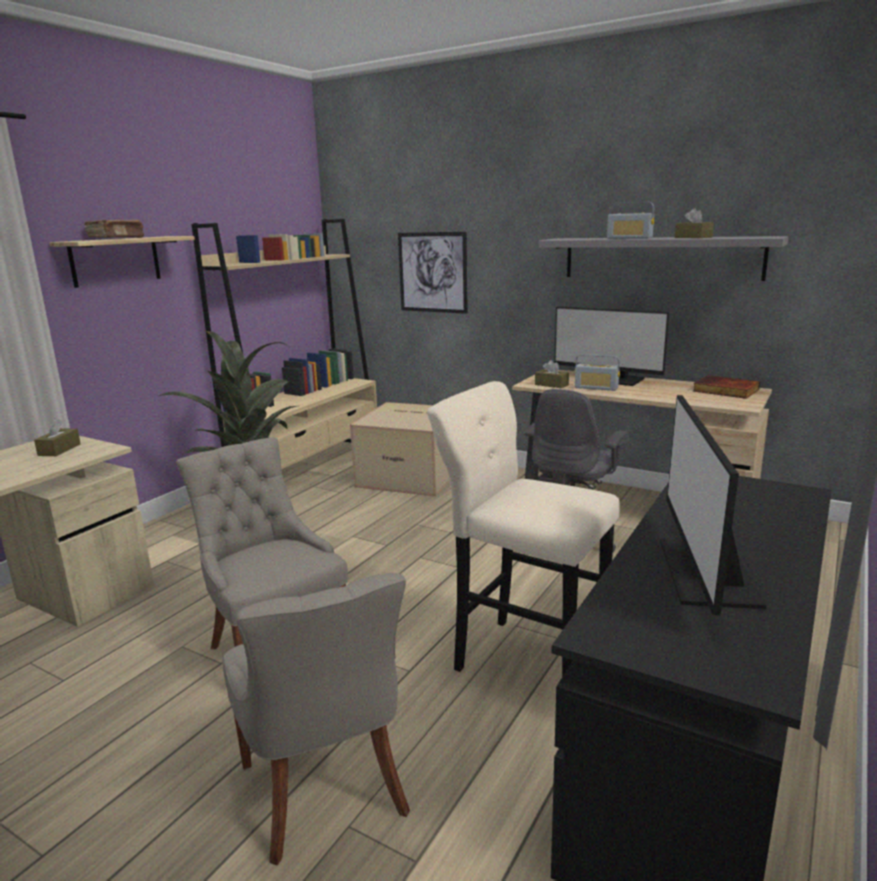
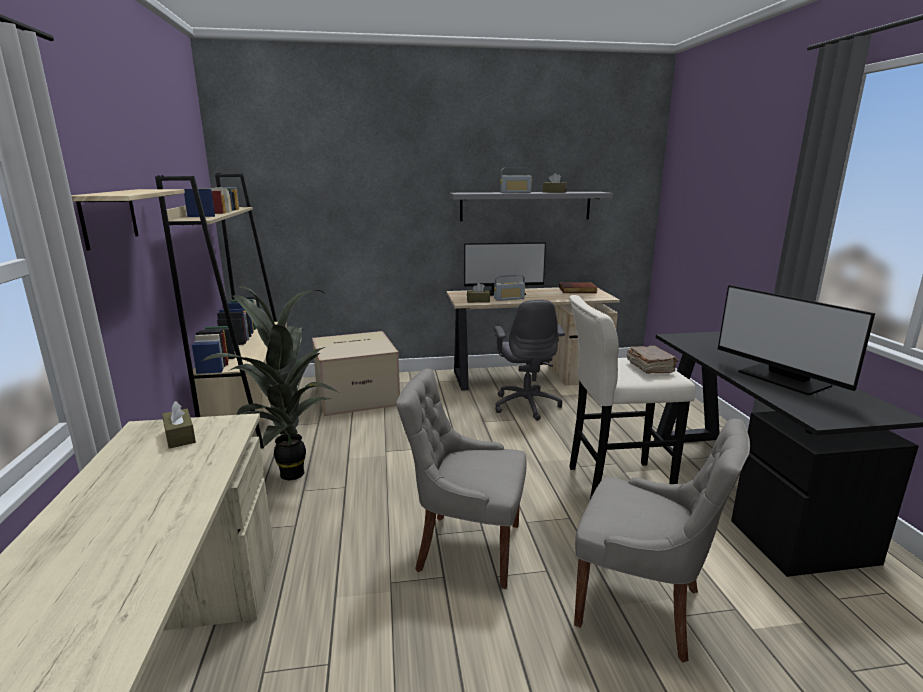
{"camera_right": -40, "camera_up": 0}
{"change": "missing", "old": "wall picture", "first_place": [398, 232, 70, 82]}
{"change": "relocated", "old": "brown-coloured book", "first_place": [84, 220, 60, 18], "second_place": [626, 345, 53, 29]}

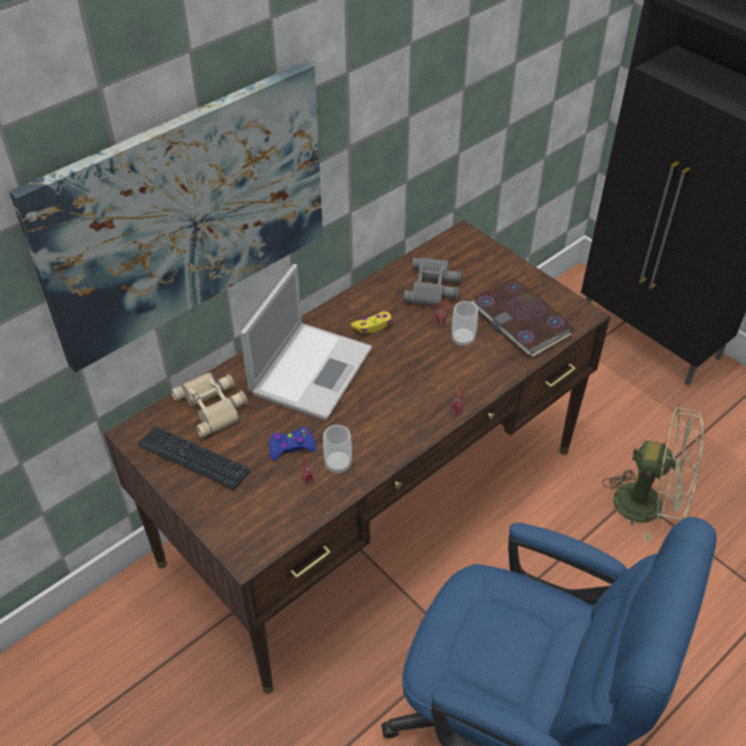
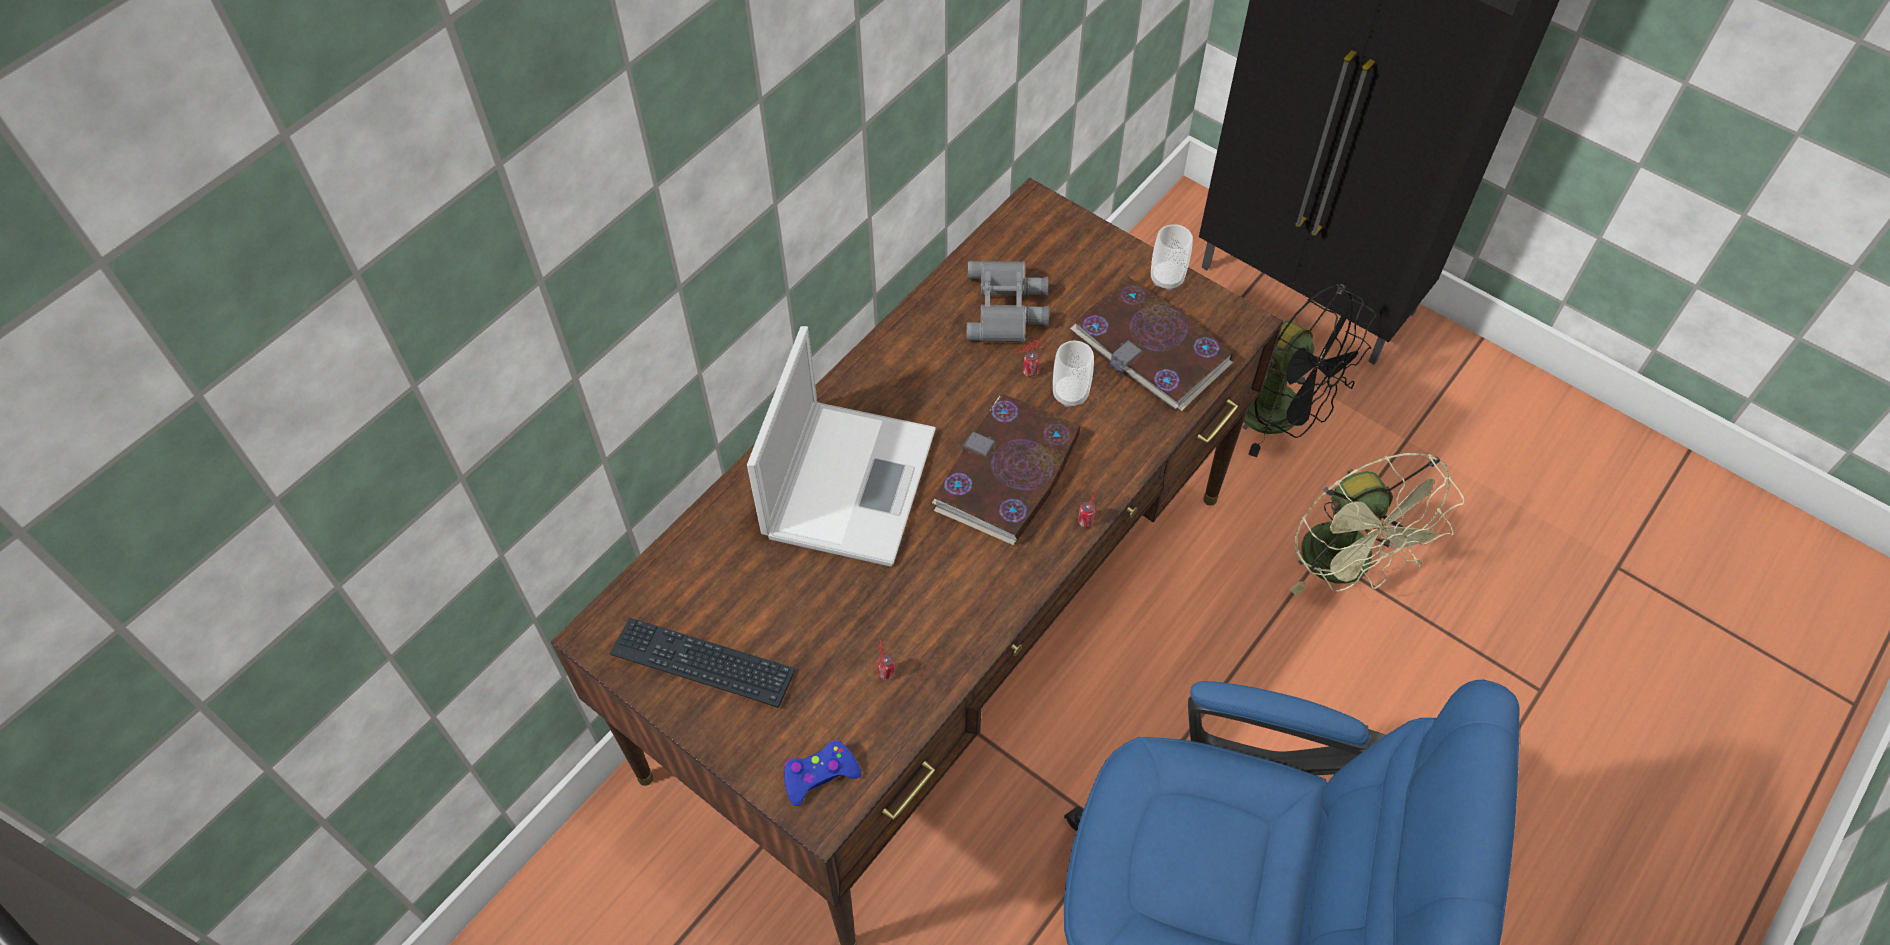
{"camera_right": -10, "camera_up": 10}
{"change": "missing", "old": "wall picture", "first_place": [9, 61, 314, 312]}
{"change": "missing", "old": "beige-coloured field glasses", "first_place": [171, 372, 77, 66]}
{"change": "missing", "old": "yellow joypad", "first_place": [350, 312, 42, 22]}
{"change": "appeared", "new": "book", "second_place": [932, 394, 148, 151]}
{"change": "appeared", "new": "blackish cooling fan", "second_place": [1242, 284, 134, 173]}
{"change": "relocated", "old": "bluish joypad", "first_place": [269, 427, 47, 34], "second_place": [784, 740, 77, 66]}
{"change": "relocated", "old": "small cup", "first_place": [323, 425, 29, 49], "second_place": [1151, 224, 42, 67]}
{"change": "spun", "old": "greenish cooling fan", "first_place": [602, 405, 101, 137], "second_place": [1290, 453, 175, 143], "degrees": 60}

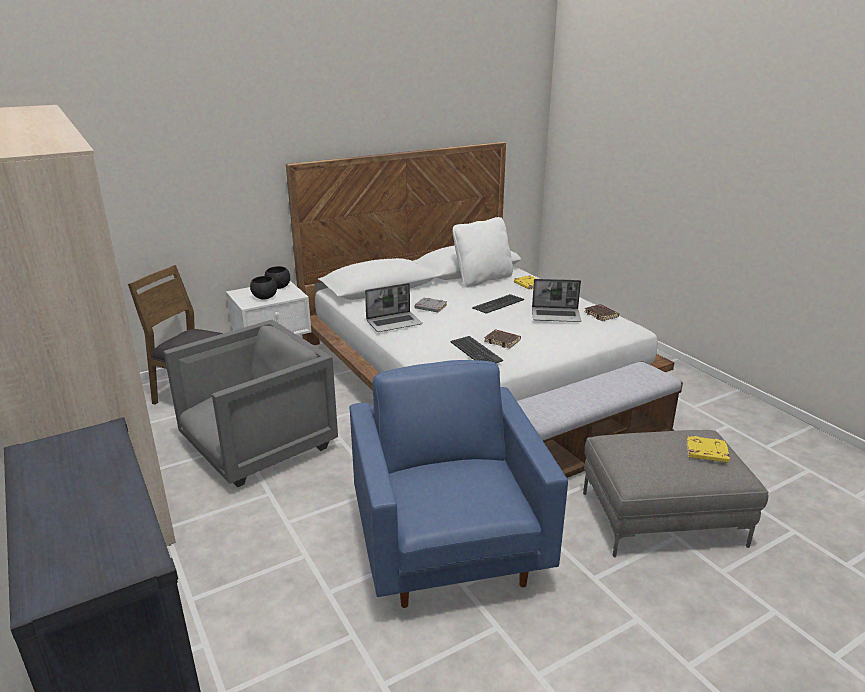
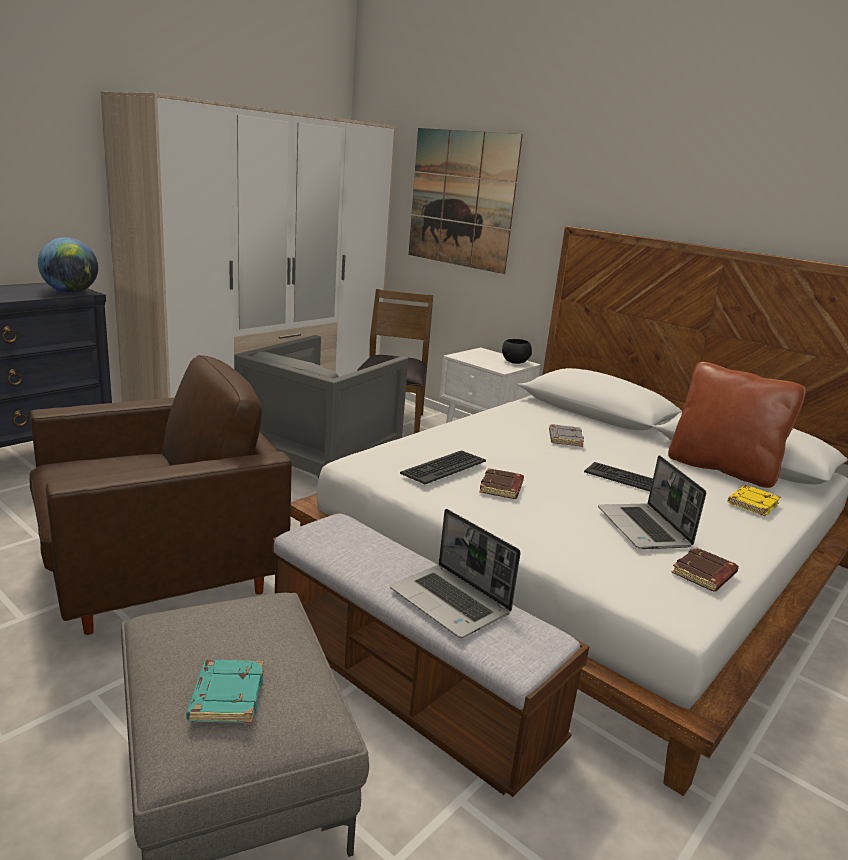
{"camera_right": 70, "camera_up": -5}
{"change": "missing", "old": "blackish deep dish", "first_place": [250, 276, 27, 23]}
{"change": "appeared", "new": "world globe", "second_place": [38, 237, 60, 56]}
{"change": "appeared", "new": "wall picture", "second_place": [408, 128, 115, 146]}
{"change": "relocated", "old": "notebook computer", "first_place": [365, 283, 57, 49], "second_place": [390, 509, 131, 129]}
{"change": "colour", "old": "bluish easy chair", "new": "brown-coloured easy chair", "first_place": [349, 360, 219, 248], "second_place": [29, 355, 263, 280]}
{"change": "colour", "old": "white-coloured cushion", "new": "brown-coloured cushion", "first_place": [453, 217, 60, 71], "second_place": [668, 362, 138, 126]}
{"change": "colour", "old": "yellow book", "new": "blue-green book", "first_place": [686, 436, 44, 27], "second_place": [186, 660, 78, 63]}
{"change": "spun", "old": "gray easy chair", "first_place": [163, 320, 175, 167], "second_place": [234, 335, 174, 144], "degrees": 90}

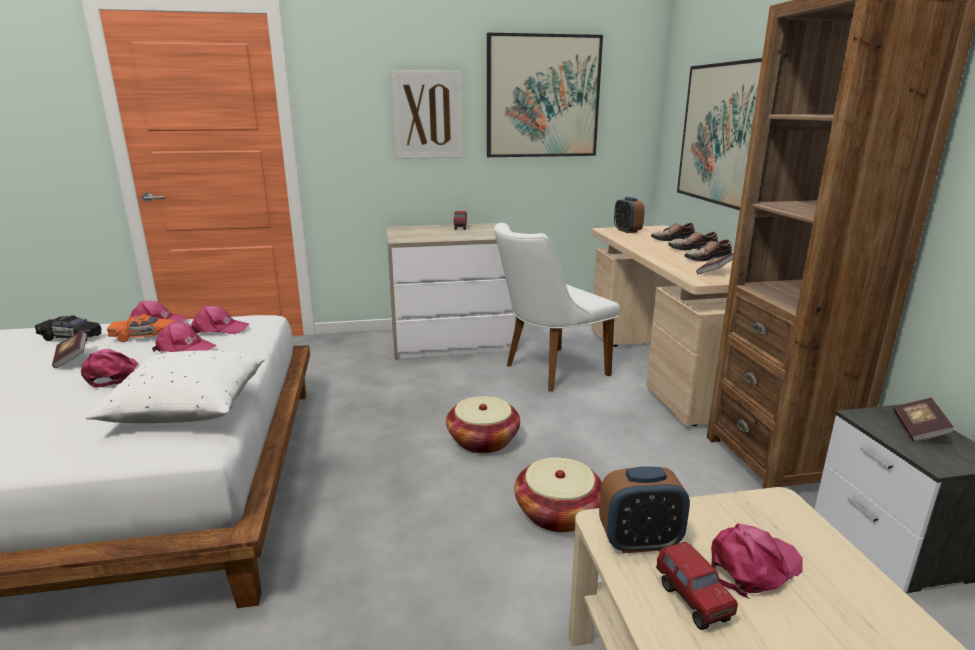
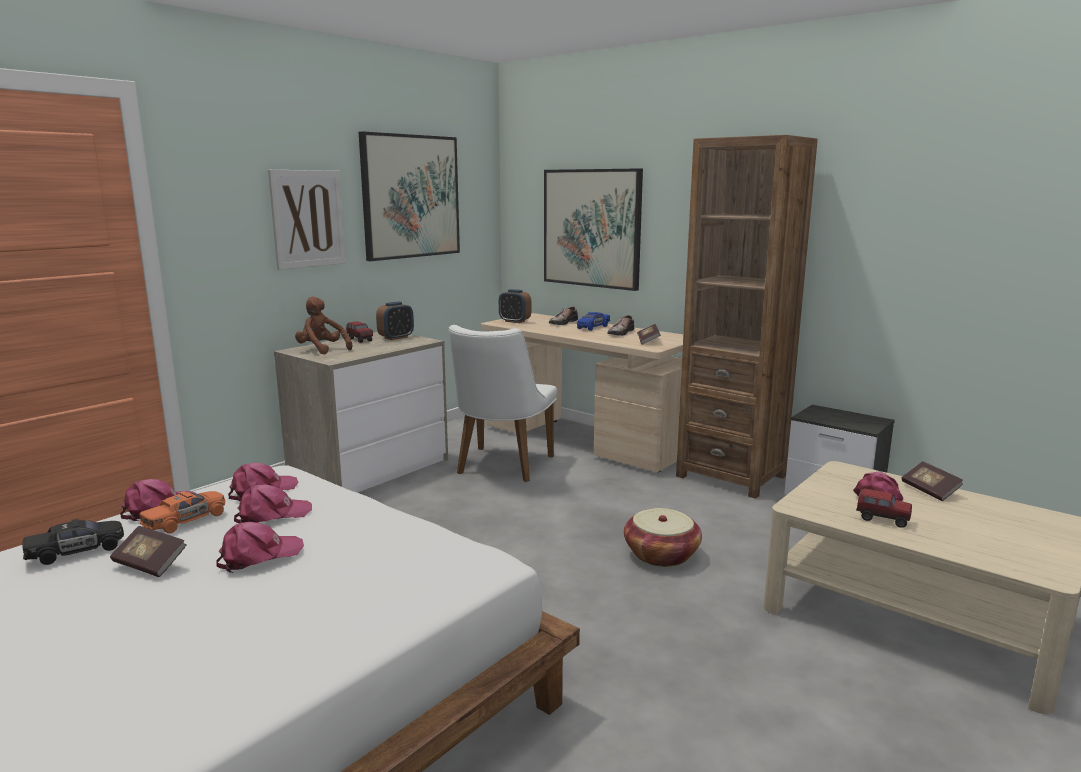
{"camera_right": -40, "camera_up": -5}
{"change": "missing", "old": "white-coloured cushion", "first_place": [86, 351, 179, 72]}
{"change": "missing", "old": "storage basket", "first_place": [446, 396, 74, 58]}
{"change": "appeared", "new": "brown-coloured plush toy", "second_place": [295, 297, 57, 57]}
{"change": "relocated", "old": "bedside clock", "first_place": [599, 466, 91, 87], "second_place": [376, 302, 38, 38]}
{"change": "relocated", "old": "book", "first_place": [894, 398, 61, 44], "second_place": [902, 461, 61, 40]}
{"change": "exchanged", "old": "shoe", "new": "bluish miniature car", "first_place": [668, 232, 50, 18], "second_place": [577, 312, 33, 19]}
{"change": "spun", "old": "pinkish peaked cap", "first_place": [81, 349, 58, 38], "second_place": [216, 522, 88, 51], "degrees": 105}

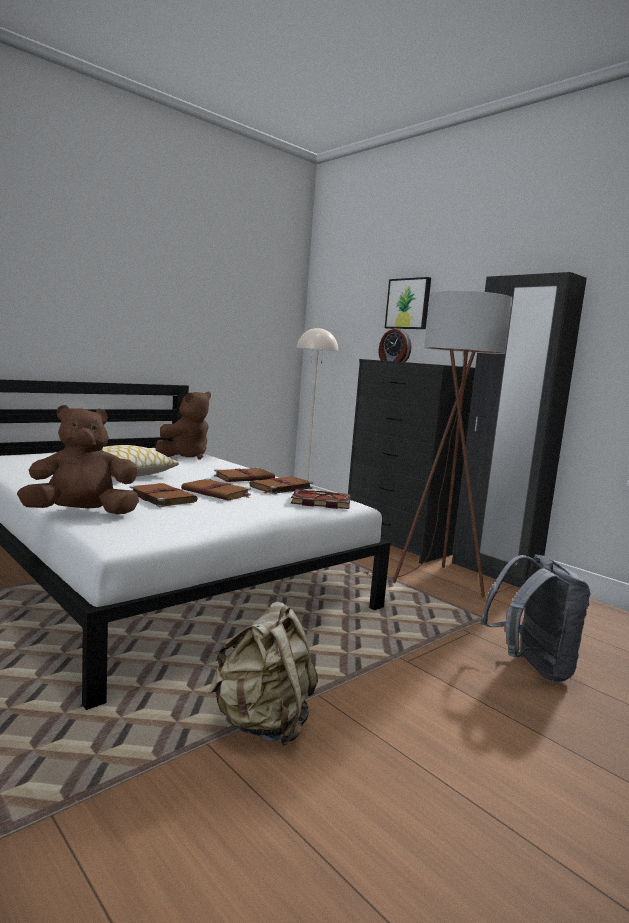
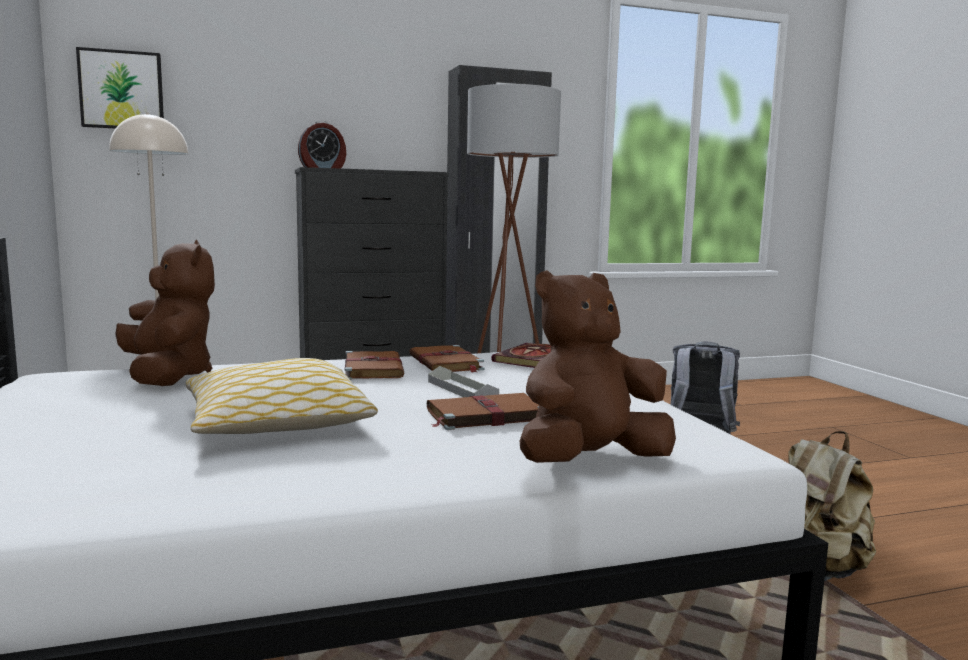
{"camera_right": -65, "camera_up": 0}
{"change": "relocated", "old": "wall picture", "first_place": [385, 277, 46, 52], "second_place": [76, 47, 88, 81]}
{"change": "exchanged", "old": "brown-coloured book", "new": "gray tray", "first_place": [181, 478, 70, 23], "second_place": [428, 366, 71, 31]}
{"change": "spun", "old": "brown-coloured plush toy", "first_place": [17, 405, 122, 110], "second_place": [520, 270, 156, 193], "degrees": 60}

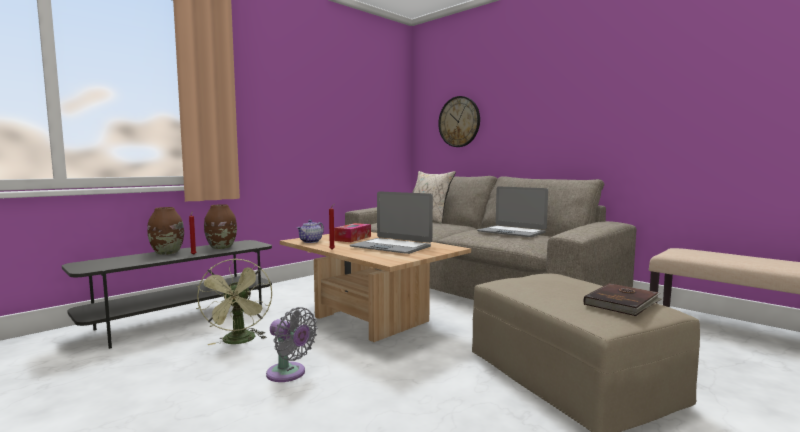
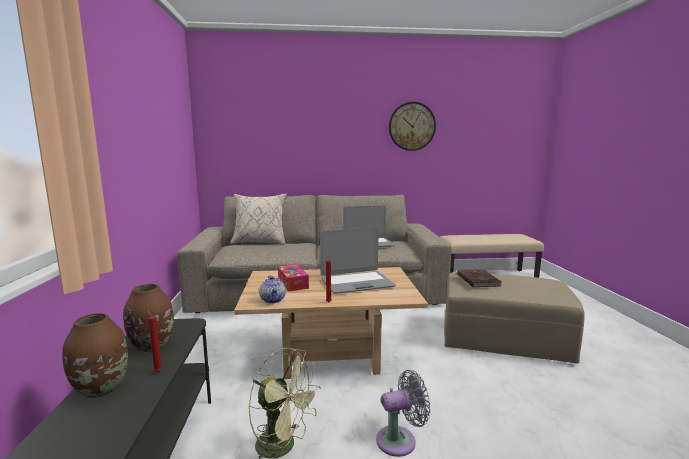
{"camera_right": -50, "camera_up": 5}
{"change": "relocated", "old": "clock on the wall", "first_place": [438, 96, 42, 51], "second_place": [389, 102, 47, 49]}
{"change": "relocated", "old": "brown-coloured book", "first_place": [584, 283, 79, 33], "second_place": [457, 269, 45, 18]}

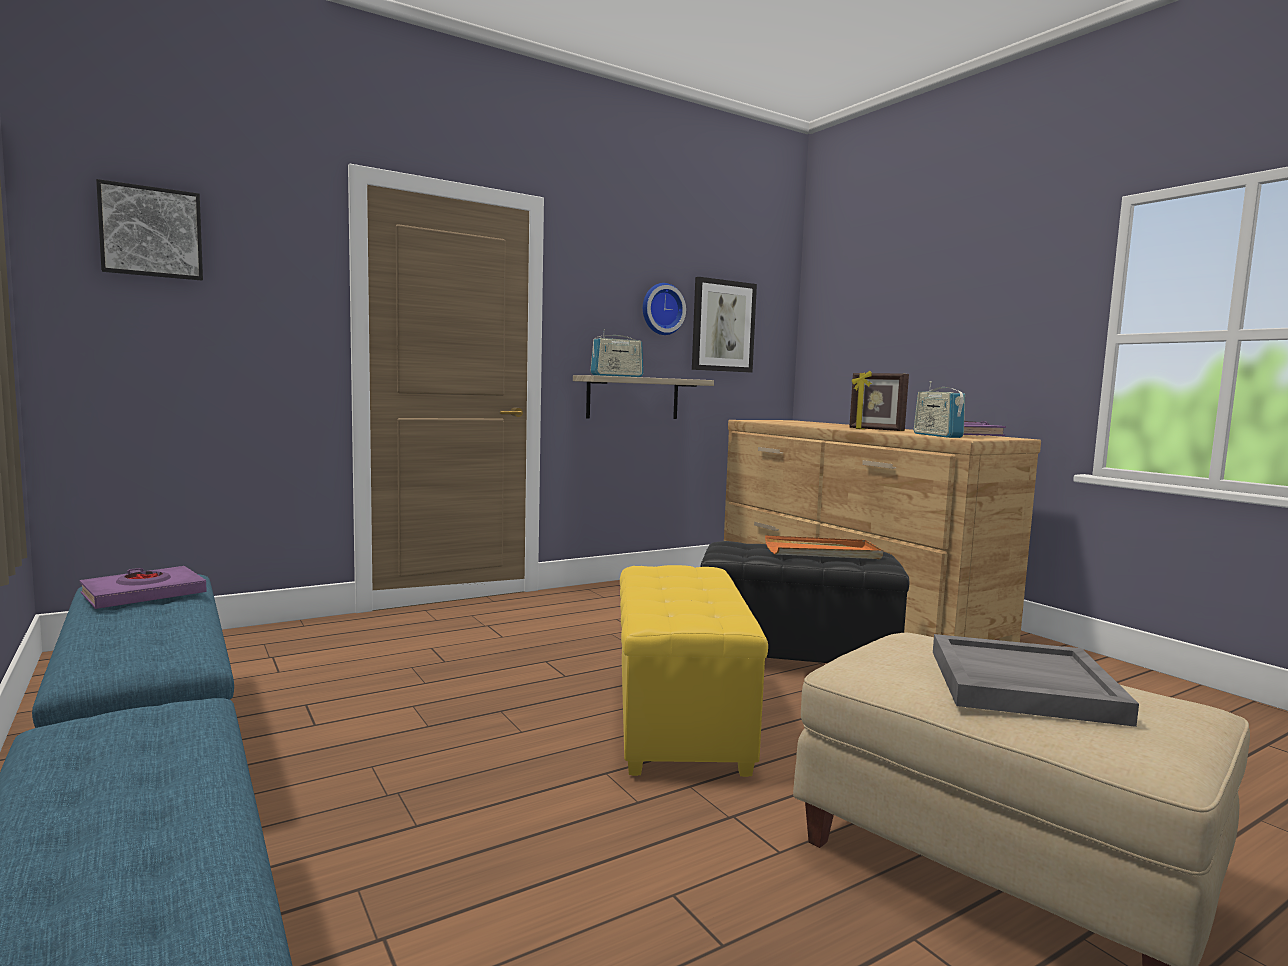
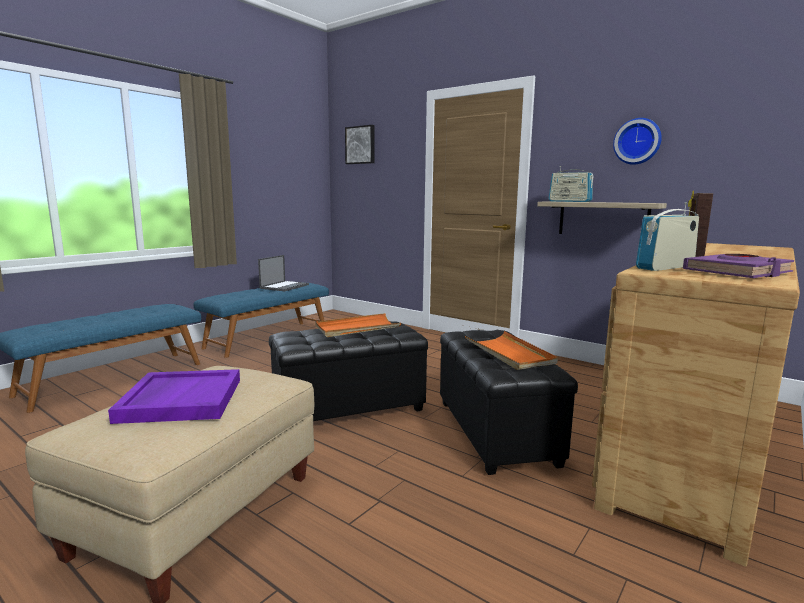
{"camera_right": 70, "camera_up": 5}
{"change": "missing", "old": "wall picture", "first_place": [692, 277, 65, 95]}
{"change": "appeared", "new": "orange tray", "second_place": [316, 313, 85, 24]}
{"change": "exchanged", "old": "purplish book", "new": "notebook computer", "first_place": [80, 566, 127, 43], "second_place": [258, 255, 51, 36]}
{"change": "colour", "old": "yellow pouffe", "new": "blackish pouffe", "first_place": [620, 565, 148, 212], "second_place": [269, 322, 159, 99]}
{"change": "colour", "old": "gray tray", "new": "purplish tray", "first_place": [933, 634, 206, 93], "second_place": [108, 369, 132, 55]}

